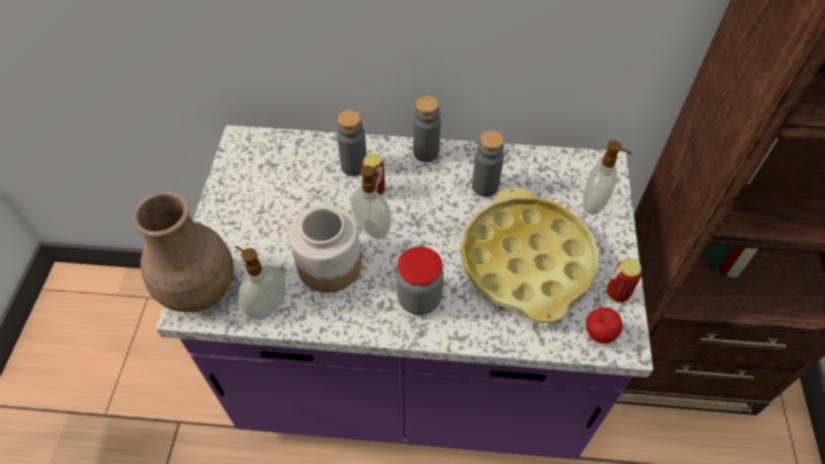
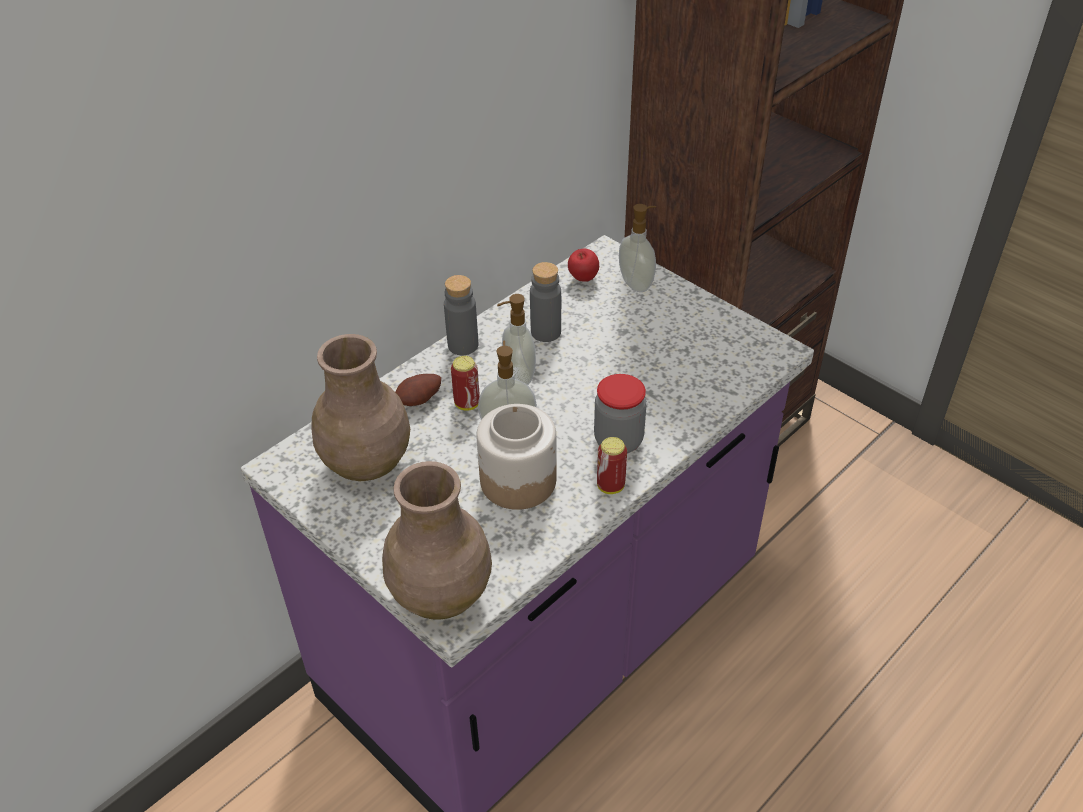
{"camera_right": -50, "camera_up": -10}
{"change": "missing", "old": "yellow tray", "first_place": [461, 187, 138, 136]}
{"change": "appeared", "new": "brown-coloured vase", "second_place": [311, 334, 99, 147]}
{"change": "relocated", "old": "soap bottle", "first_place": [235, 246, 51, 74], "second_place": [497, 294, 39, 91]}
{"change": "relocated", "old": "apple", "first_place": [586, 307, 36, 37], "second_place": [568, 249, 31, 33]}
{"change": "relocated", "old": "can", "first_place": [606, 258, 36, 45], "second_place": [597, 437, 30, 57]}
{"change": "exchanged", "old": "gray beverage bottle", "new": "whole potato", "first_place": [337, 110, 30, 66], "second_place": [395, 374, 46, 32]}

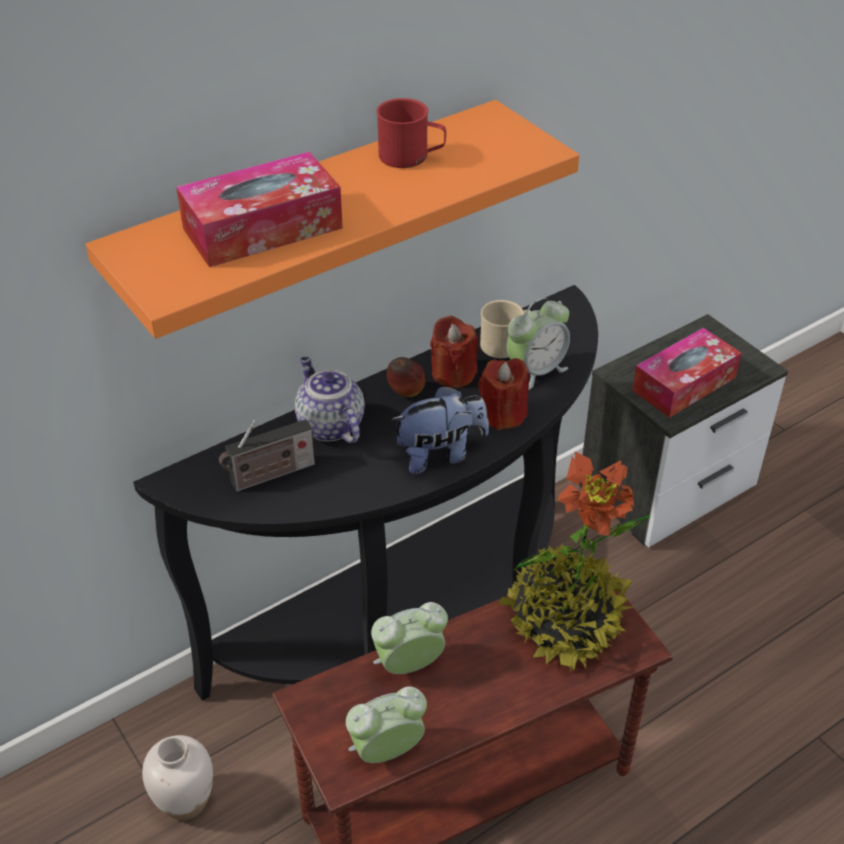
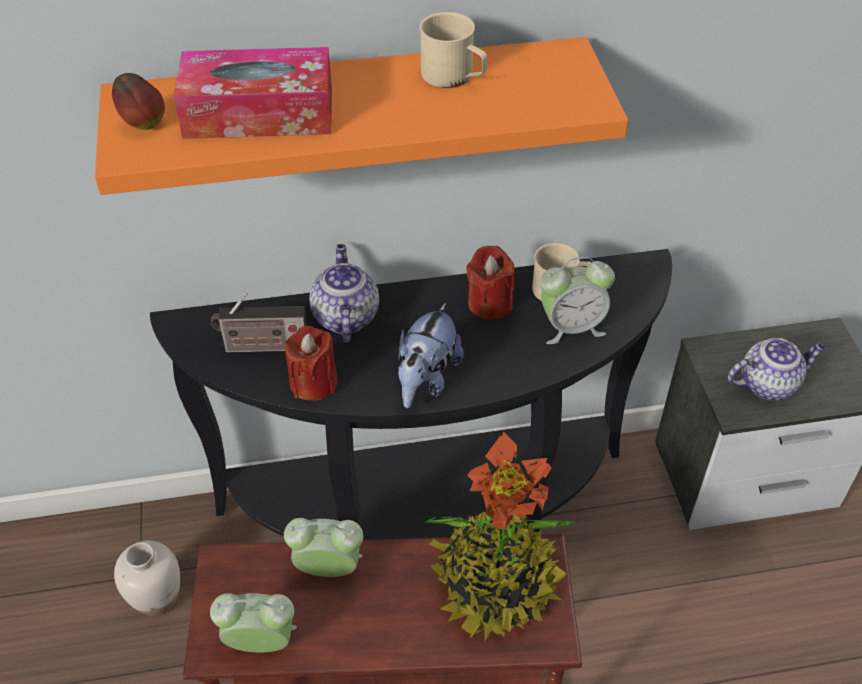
{"camera_right": 25, "camera_up": 5}
{"change": "relocated", "old": "apple", "first_place": [387, 357, 38, 40], "second_place": [112, 73, 53, 57]}
{"change": "relocated", "old": "red wax light", "first_place": [478, 358, 51, 72], "second_place": [285, 326, 53, 75]}
{"change": "exchanged", "old": "tissue holder", "new": "tea pot", "first_place": [632, 328, 109, 90], "second_place": [728, 338, 98, 62]}
{"change": "colour", "old": "red tea mug", "new": "beige-coloured tea mug", "first_place": [376, 98, 70, 70], "second_place": [419, 12, 68, 76]}
{"change": "spun", "old": "plush toy", "first_place": [391, 385, 98, 89], "second_place": [398, 303, 66, 105], "degrees": 105}

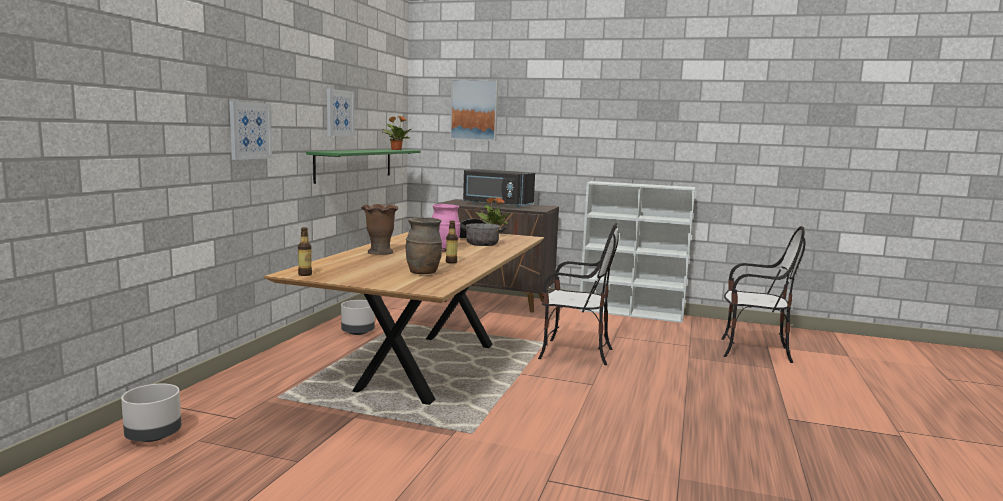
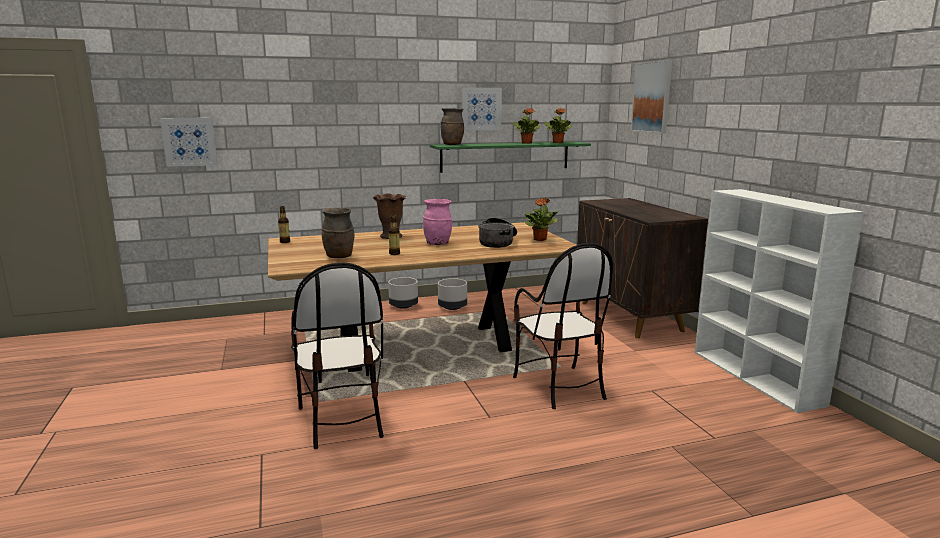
{"camera_right": 55, "camera_up": 5}
{"change": "missing", "old": "blackish microwave oven", "first_place": [463, 169, 72, 39]}
{"change": "appeared", "new": "brown-coloured vase", "second_place": [441, 108, 23, 37]}
{"change": "appeared", "new": "houseplant", "second_place": [513, 108, 27, 36]}
{"change": "relocated", "old": "gray flower pot", "first_place": [121, 384, 60, 58], "second_place": [388, 277, 30, 32]}
{"change": "relocated", "old": "wall picture", "first_place": [230, 101, 42, 59], "second_place": [160, 118, 57, 49]}
{"change": "relocated", "old": "plain chair", "first_place": [721, 226, 84, 137], "second_place": [291, 263, 93, 186]}

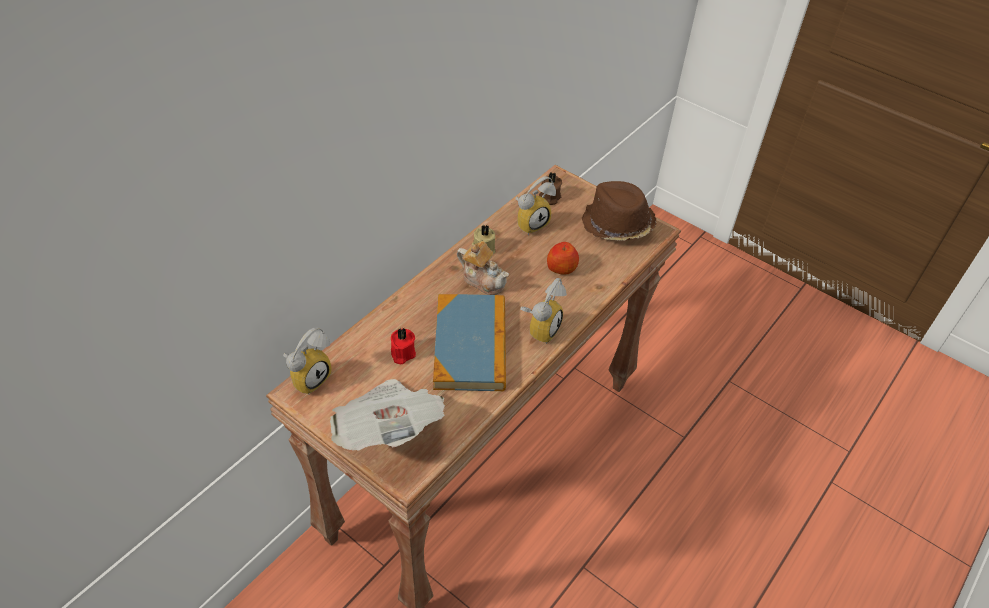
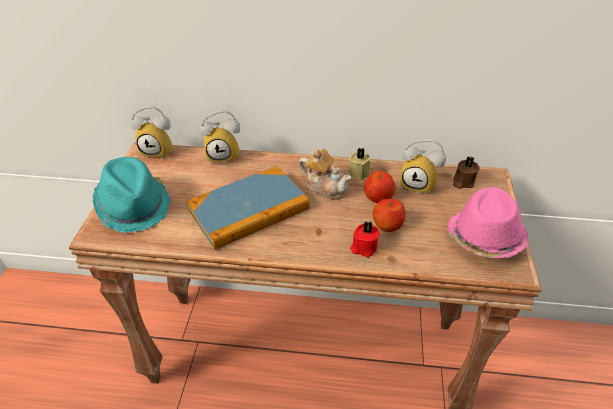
{"camera_right": 60, "camera_up": -5}
{"change": "appeared", "new": "apple", "second_place": [364, 171, 32, 32]}
{"change": "relocated", "old": "red wax light", "first_place": [391, 328, 25, 36], "second_place": [350, 221, 30, 36]}
{"change": "relocated", "old": "bedside clock", "first_place": [520, 278, 47, 66], "second_place": [200, 110, 40, 54]}
{"change": "exchanged", "old": "daily paper", "new": "blue-green clothing hat", "first_place": [330, 379, 115, 72], "second_place": [92, 157, 79, 76]}
{"change": "colour", "old": "brown-coloured clothing hat", "new": "pinkish clothing hat", "first_place": [582, 181, 75, 60], "second_place": [447, 187, 81, 71]}
{"change": "spun", "old": "tea pot", "first_place": [457, 241, 52, 54], "second_place": [299, 149, 52, 51], "degrees": -60}

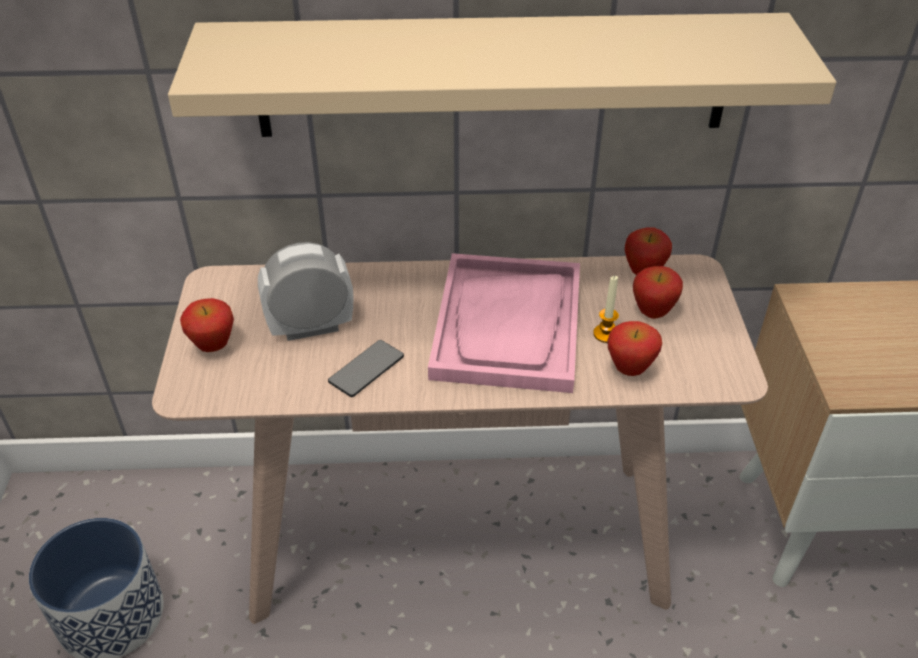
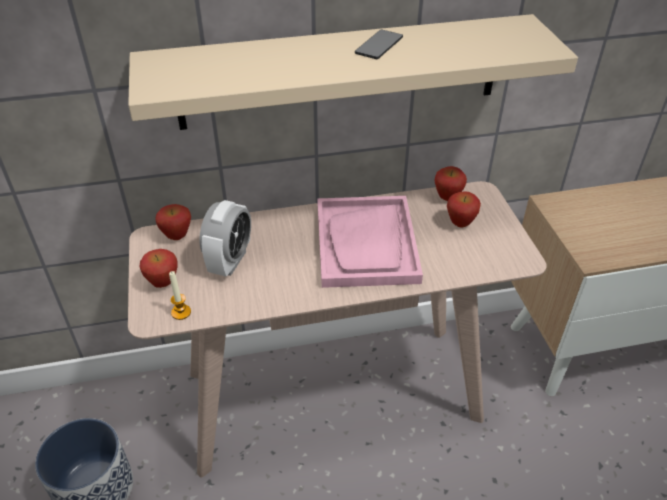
{"camera_right": -10, "camera_up": 0}
{"change": "relocated", "old": "handset", "first_place": [328, 340, 76, 57], "second_place": [355, 30, 48, 29]}
{"change": "relocated", "old": "wax light", "first_place": [593, 275, 26, 68], "second_place": [169, 271, 22, 49]}
{"change": "relocated", "old": "apple", "first_place": [607, 321, 55, 55], "second_place": [155, 204, 36, 36]}
{"change": "spun", "old": "bedside clock", "first_place": [258, 242, 95, 99], "second_place": [199, 200, 52, 76], "degrees": 135}

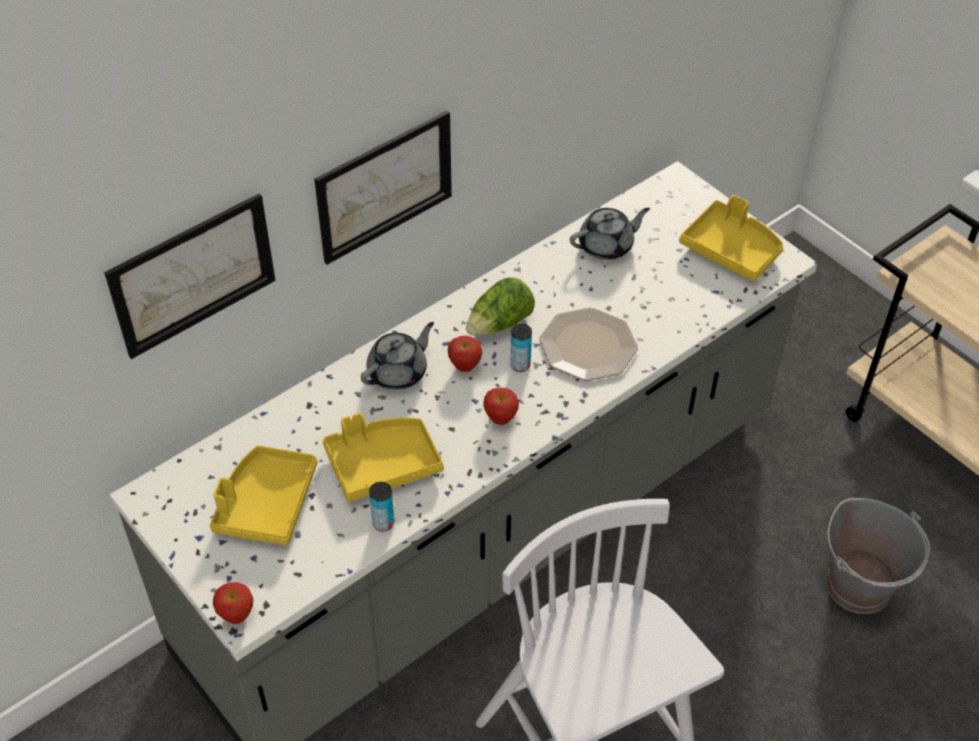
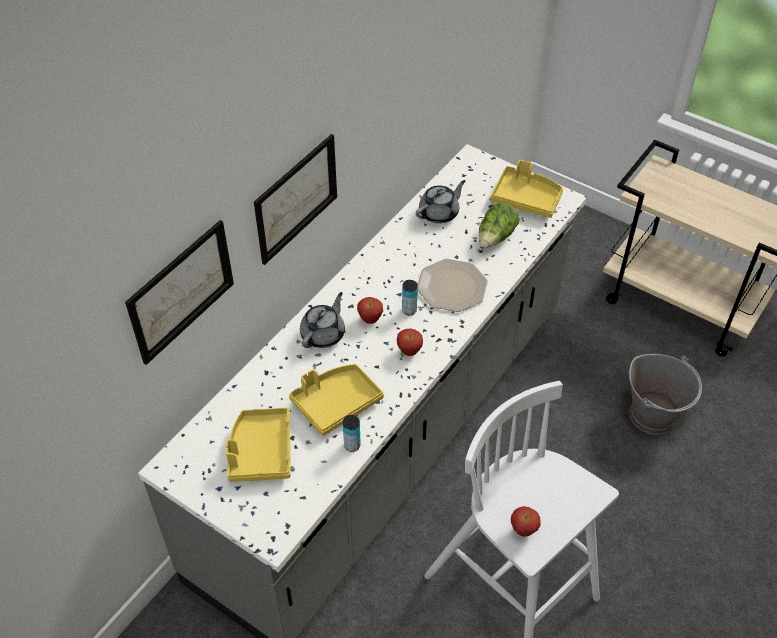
{"camera_right": -15, "camera_up": 0}
{"change": "relocated", "old": "apple", "first_place": [213, 582, 40, 42], "second_place": [511, 506, 30, 31]}
{"change": "relocated", "old": "lettuce", "first_place": [466, 277, 69, 58], "second_place": [479, 203, 40, 45]}

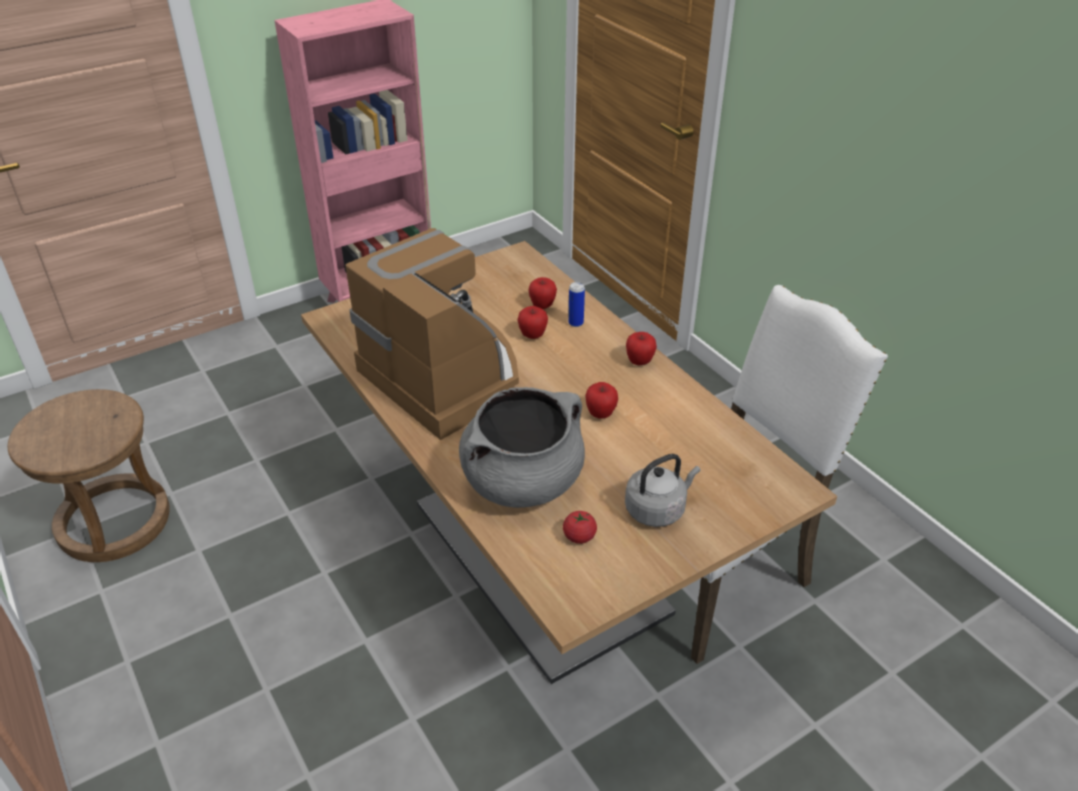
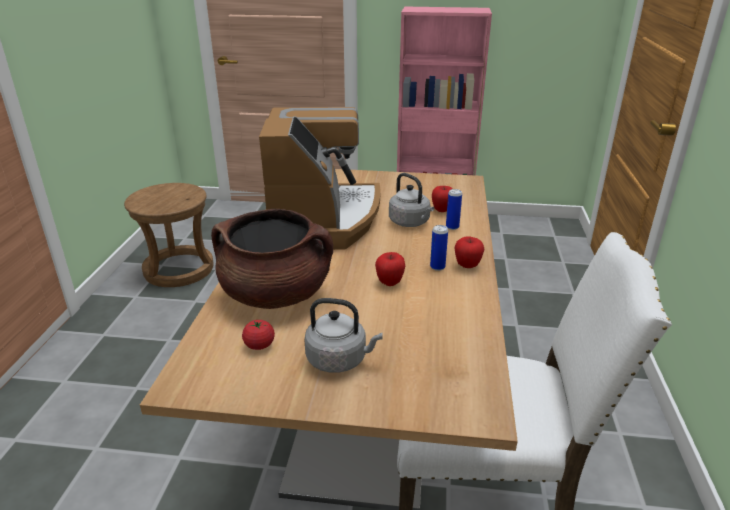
{"camera_right": 40, "camera_up": -10}
{"change": "appeared", "new": "can", "second_place": [430, 225, 18, 46]}
{"change": "exchanged", "old": "apple", "new": "gray water kettle", "first_place": [518, 306, 30, 33], "second_place": [389, 173, 45, 54]}
{"change": "colour", "old": "gray cooking pot", "new": "brown-coloured cooking pot", "first_place": [459, 387, 126, 121], "second_place": [211, 209, 122, 100]}

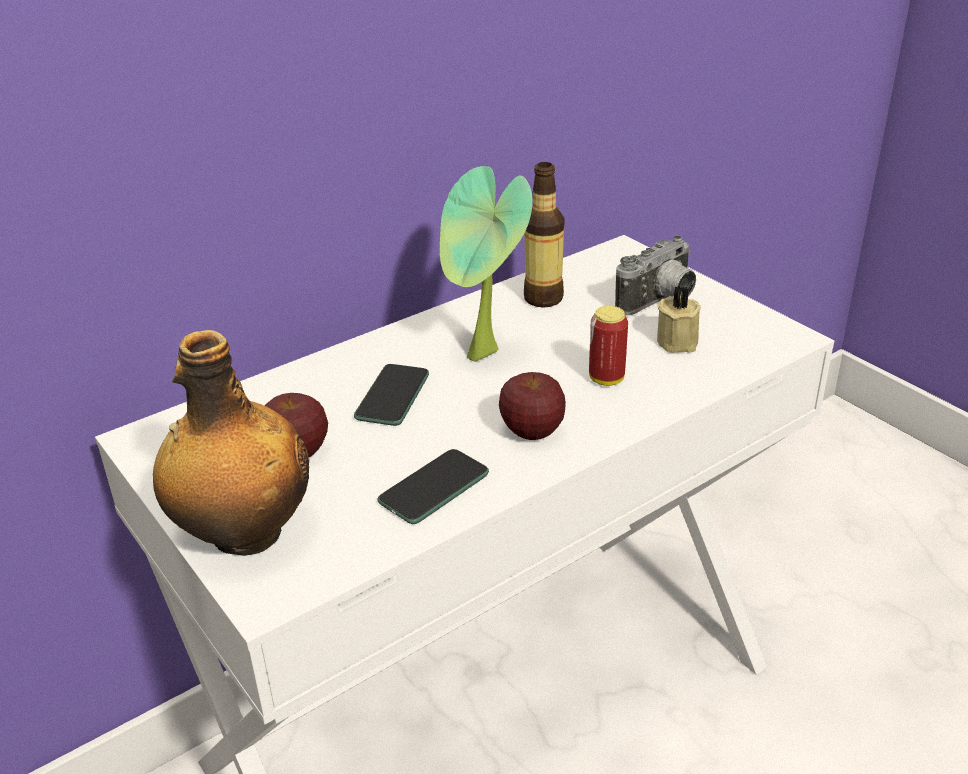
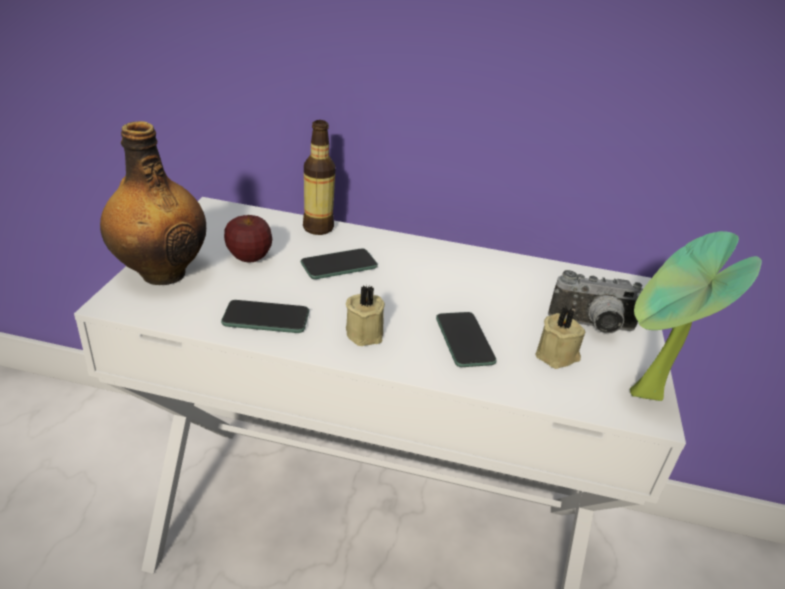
{"camera_right": 45, "camera_up": 0}
{"change": "relocated", "old": "houseplant", "first_place": [440, 166, 93, 196], "second_place": [630, 231, 132, 170]}
{"change": "relocated", "old": "beverage bottle", "first_place": [524, 162, 41, 146], "second_place": [303, 120, 33, 115]}
{"change": "exchanged", "old": "apple", "new": "beige-coloured wax light", "first_place": [499, 372, 67, 68], "second_place": [346, 286, 39, 60]}
{"change": "exchanged", "old": "can", "new": "handset", "first_place": [589, 306, 39, 80], "second_place": [436, 312, 61, 55]}

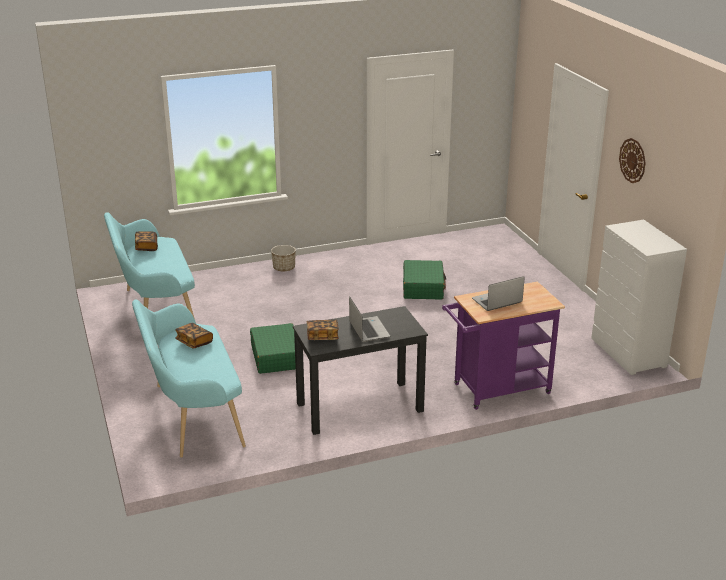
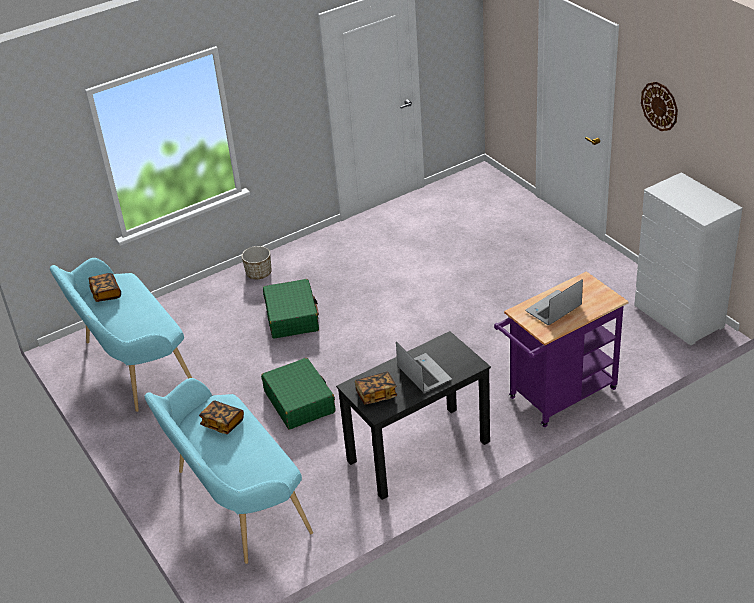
{"camera_right": -10, "camera_up": 10}
{"change": "relocated", "old": "greenish piece of luggage", "first_place": [403, 260, 43, 40], "second_place": [263, 279, 56, 60]}

